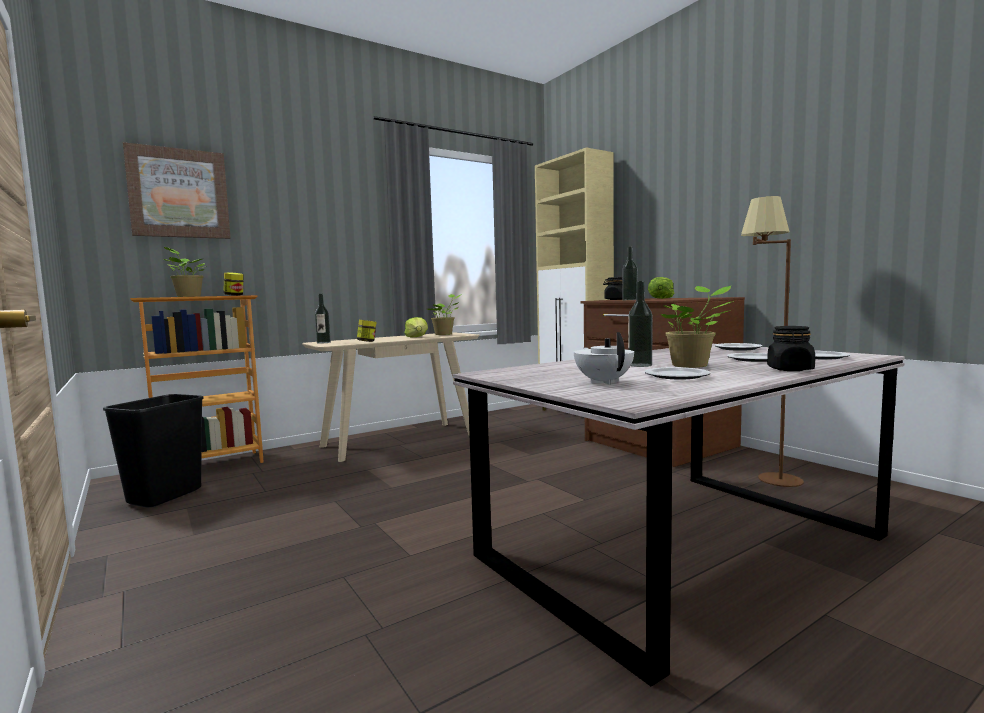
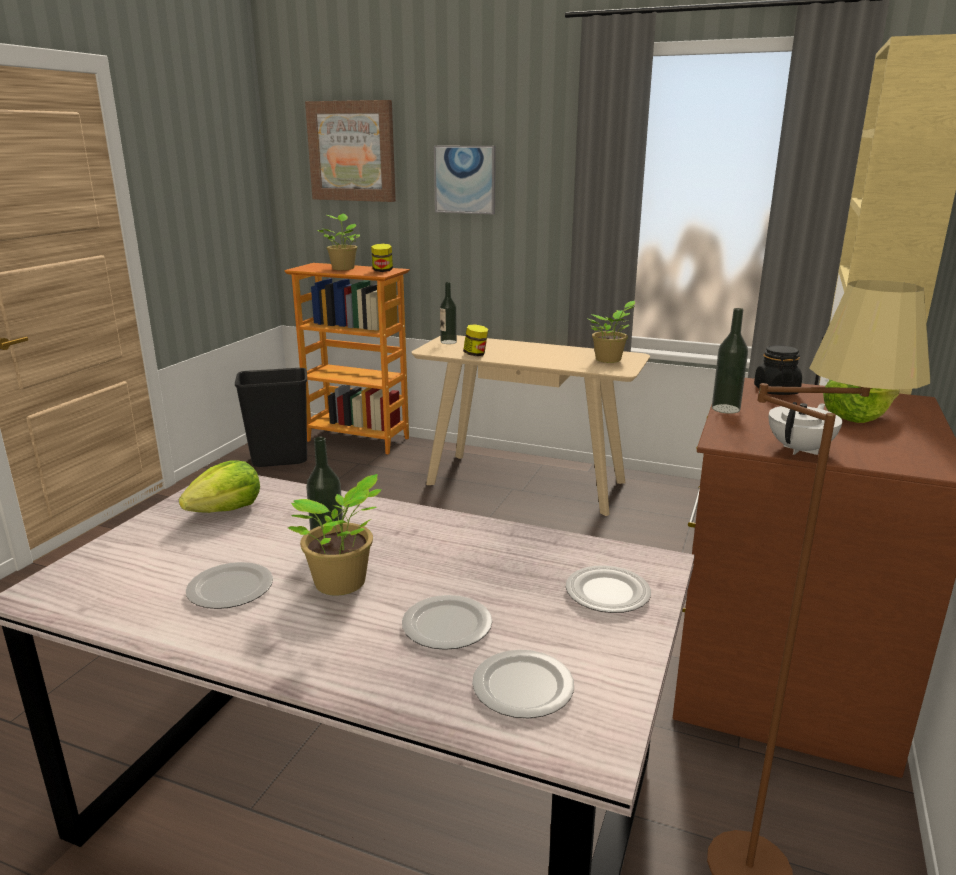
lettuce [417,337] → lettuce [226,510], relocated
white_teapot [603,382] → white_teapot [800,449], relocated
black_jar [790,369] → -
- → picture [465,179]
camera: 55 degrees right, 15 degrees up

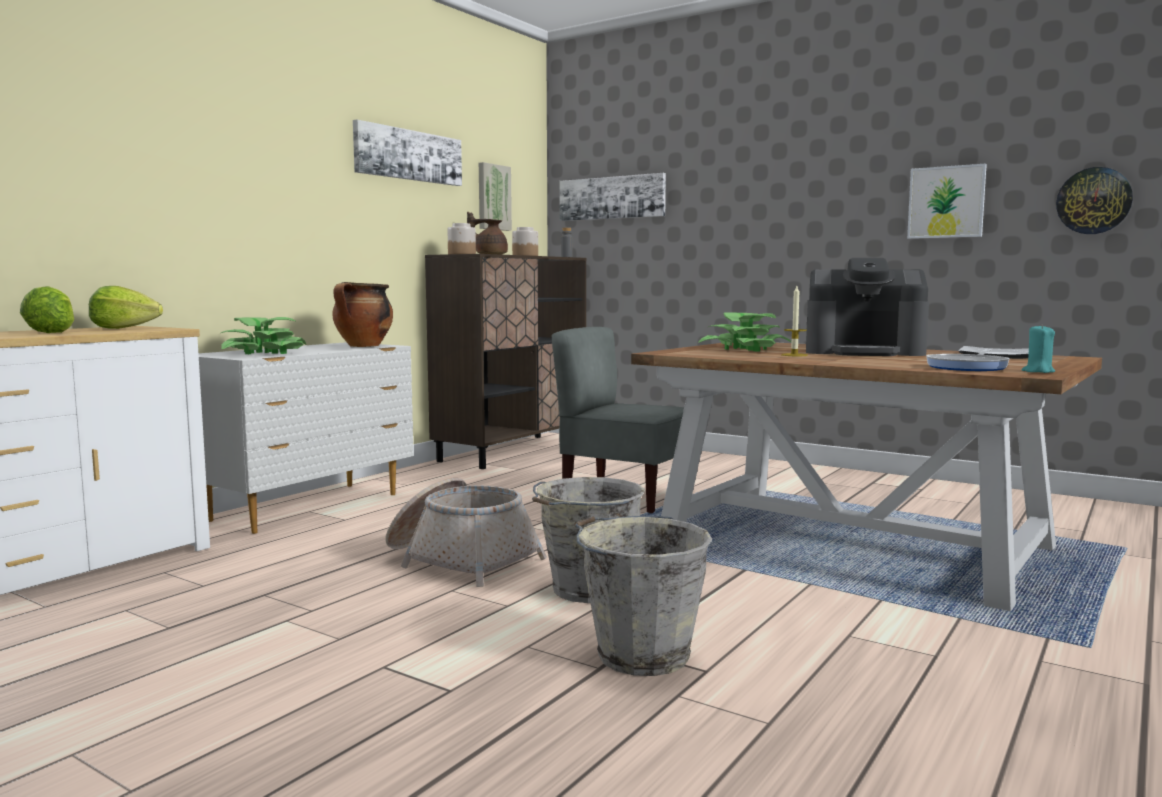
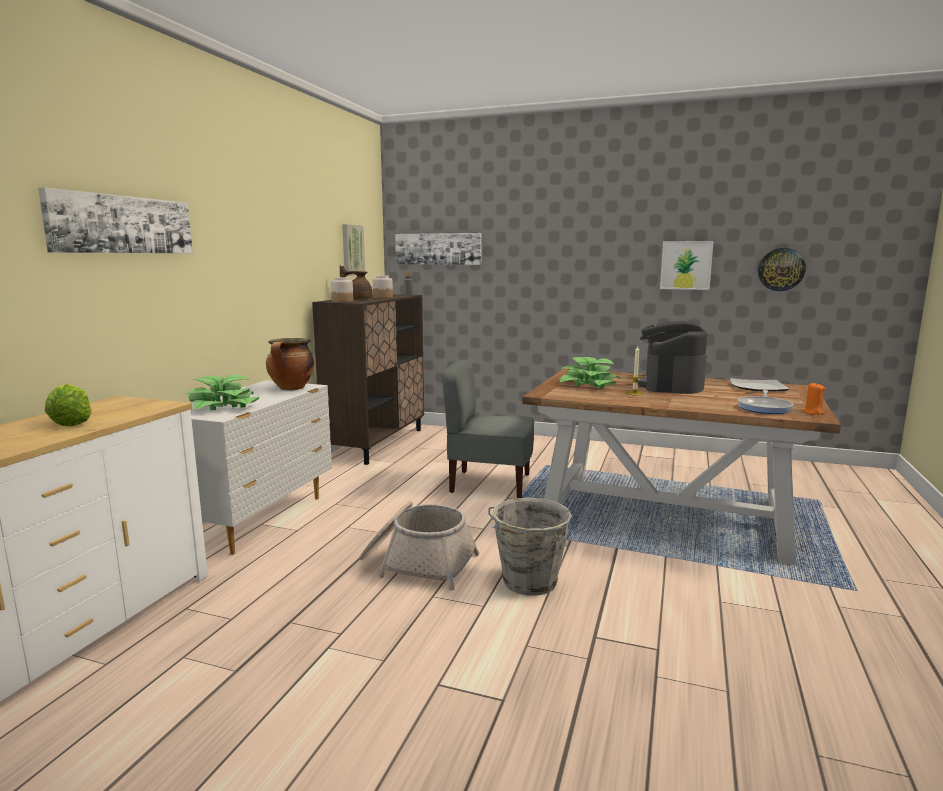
lettuce [123,328] → -
picture [408,155] → picture [122,224], relocated
grey_bucket [640,654] → -
coffee_machine [864,352] → coffee_machine [670,385], 105 degrees clockwise
turquoise_candle [1038,371] → orange_candle [812,412]
camera: 15 degrees left, 5 degrees up

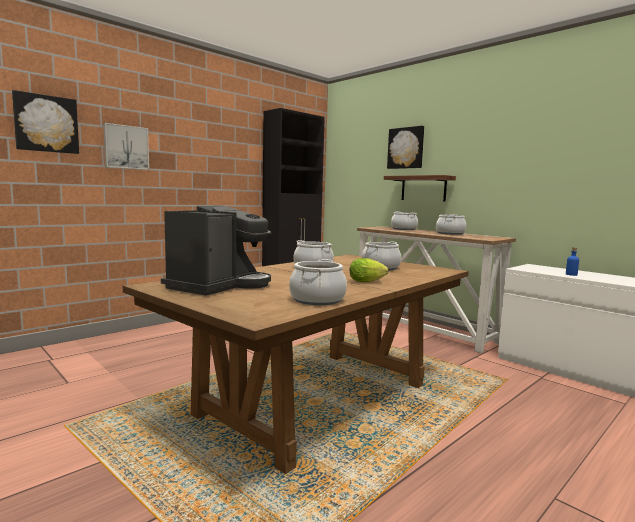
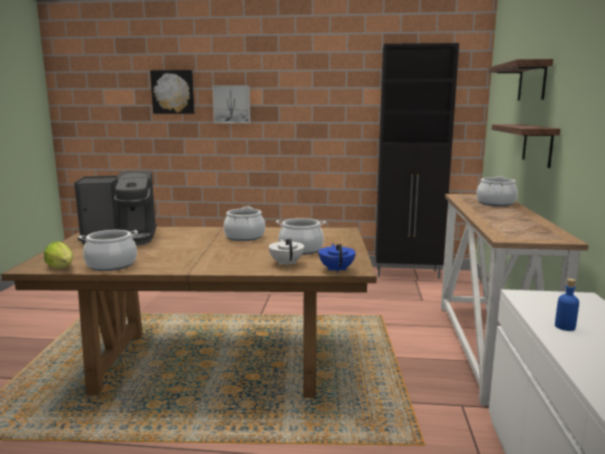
lettuce [368,282] → lettuce [62,268], relocated
picture [406,148] → shelf [532,81]
cooking_pot [450,233] → -
- → white_teapot [286,263]
- → blue_teapot [337,269]
camera: 50 degrees right, 5 degrees up

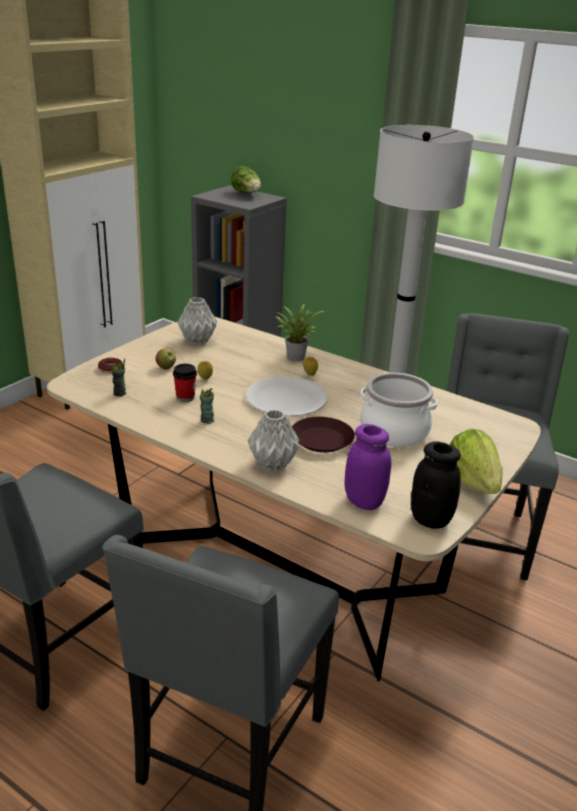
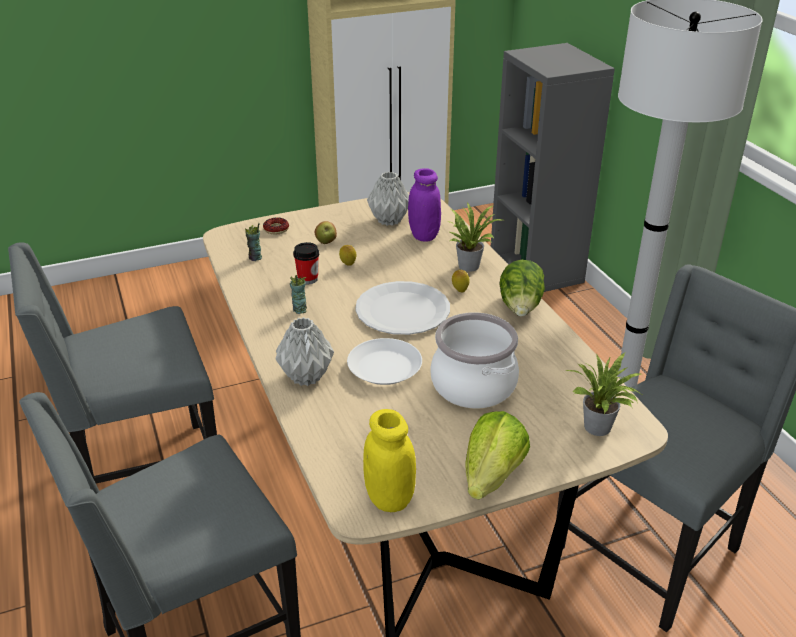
lettuce [247,194] → lettuce [521,307], relocated
brown_plate [322,440] → white_plate [384,368]
purple_jar [364,501] → purple_jar [424,235], relocated
black_jar [430,520] → yellow_jar [389,499]
- → potted_plant [599,429]
camera: 35 degrees right, 5 degrees up

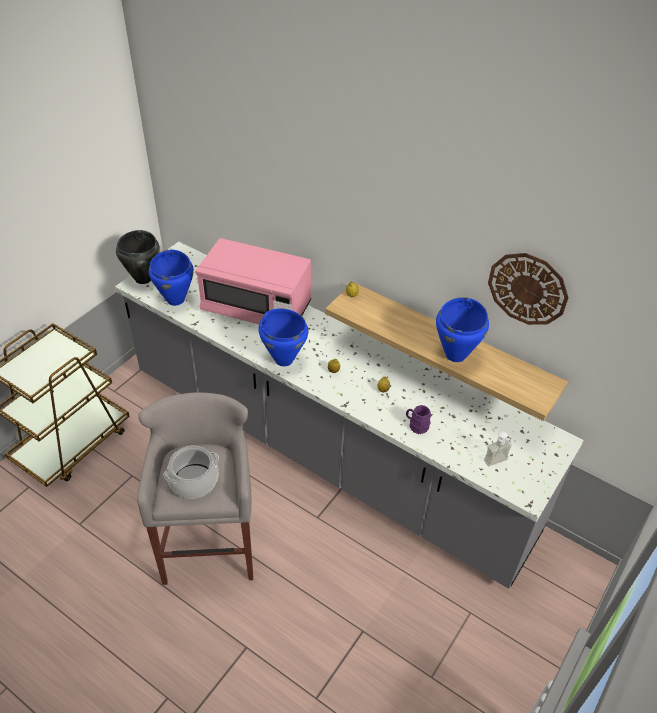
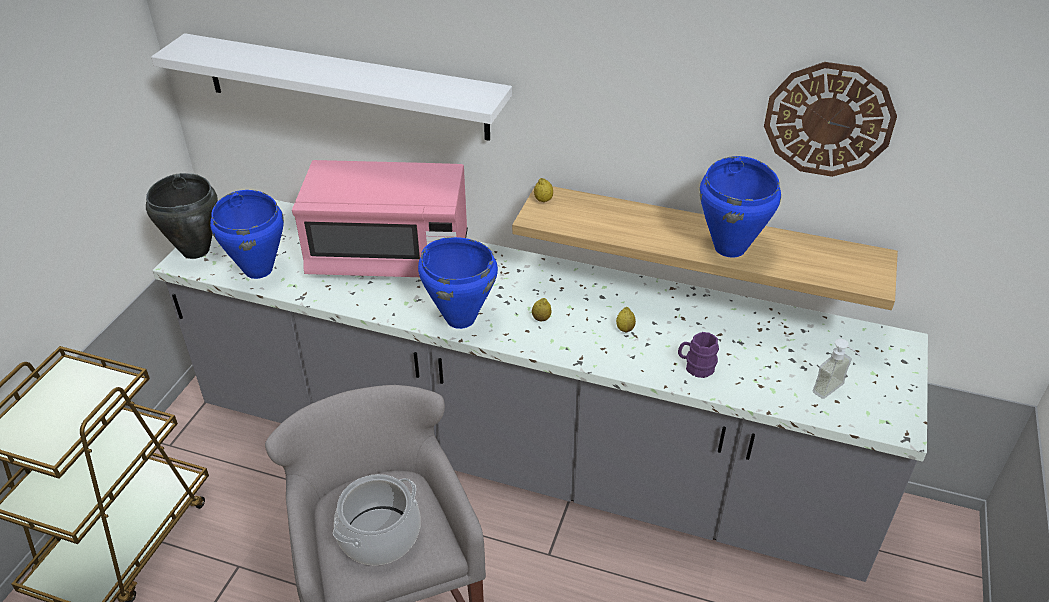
- → white_shelf [344,86]
camera: 15 degrees left, 5 degrees down

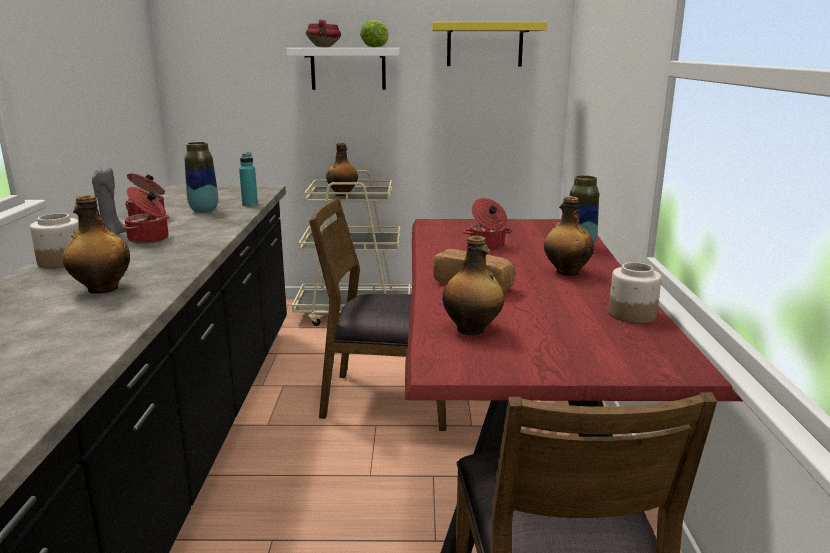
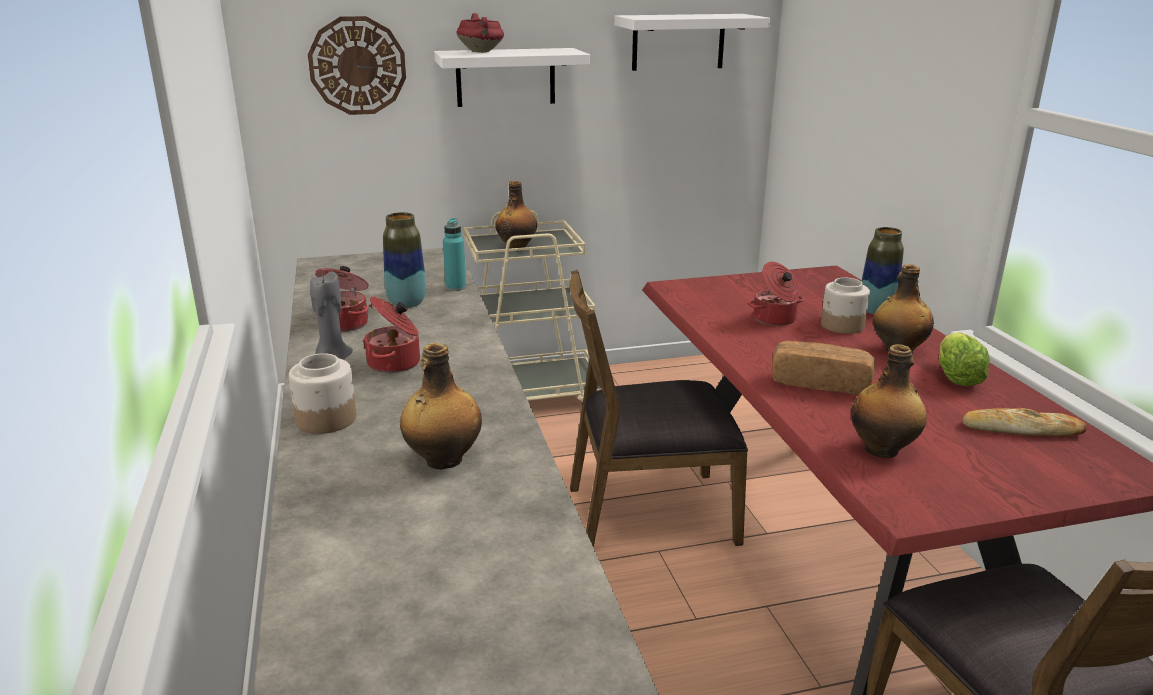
lettuce [375,47] → lettuce [956,378], relocated
yellow_shelf [484,45] → white_shelf [678,42]
jar [631,314] → jar [842,326], relocated
- → wall_clock [357,66]
- → bread [1021,429]
camera: 15 degrees left, 5 degrees up

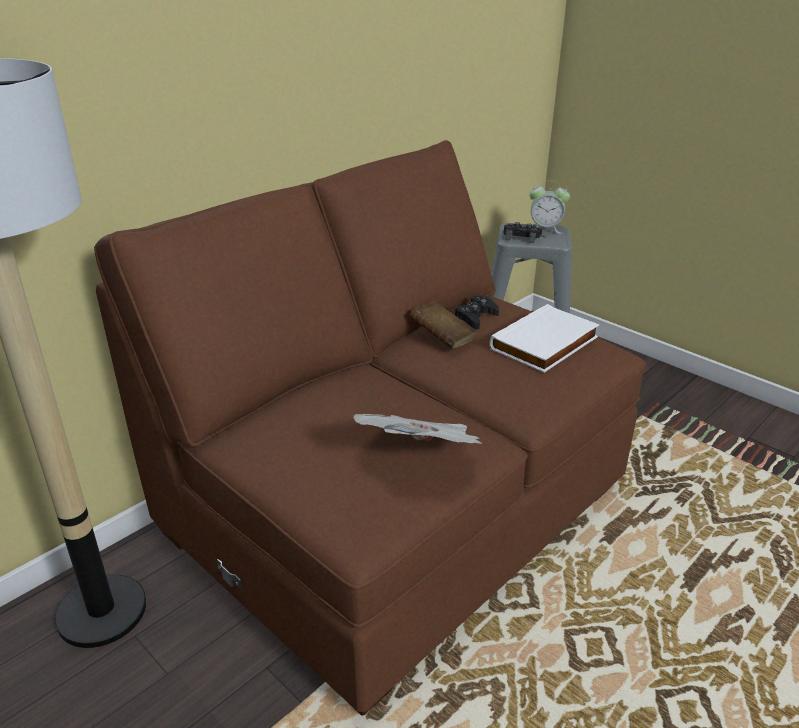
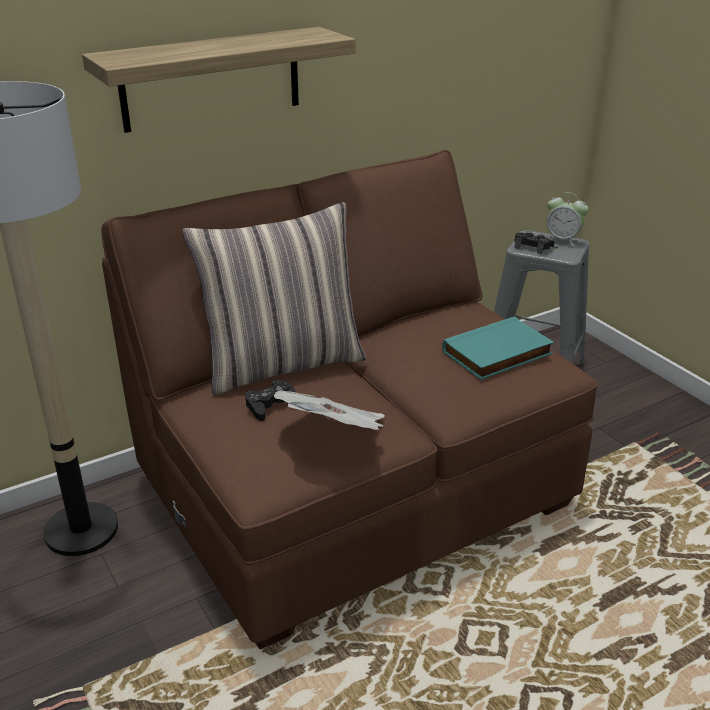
brown_book [442,339] → -
black_game_controller [475,317] → black_game_controller [271,405], relocated
white_book [545,344] → turquoise_book [498,354]
- → shelf [211,79]
- → pillow [283,363]
camera: 15 degrees right, 0 degrees up

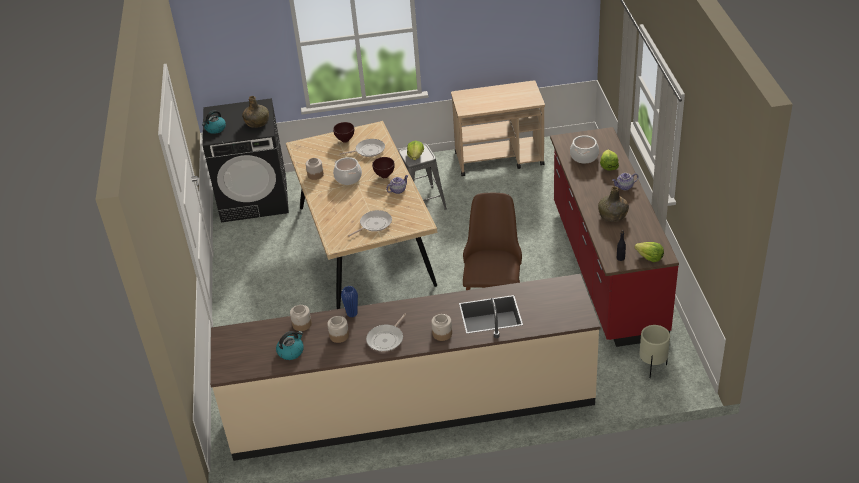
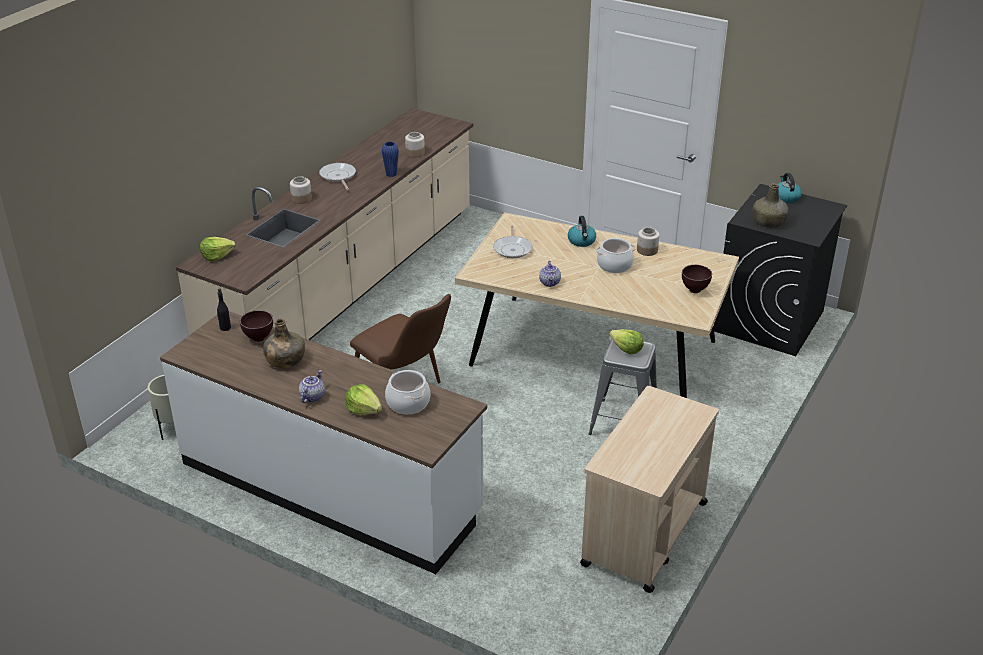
kettle [291,351] → kettle [582,241], relocated
jar [339,335] → -
frying_pan [368,150] → -
brown_bowl [384,176] → brown_bowl [258,338], relocated
red_counter [605,269] → white_counter [330,488]
lettuce [649,257] → lettuce [217,256], relocated
camera: 125 degrees right, 5 degrees down

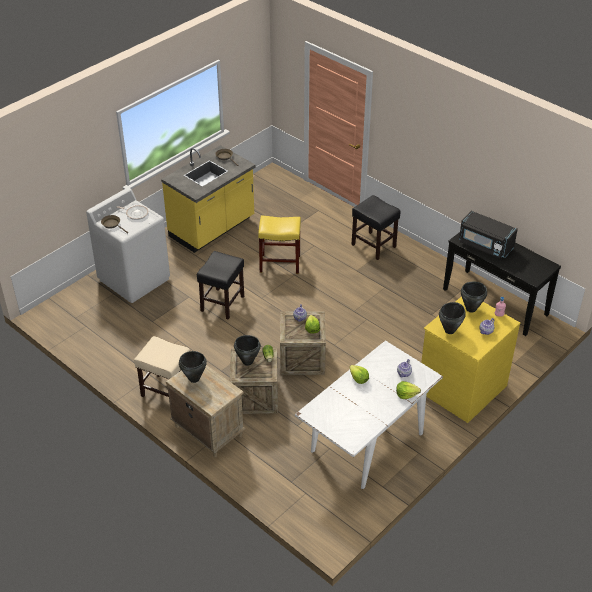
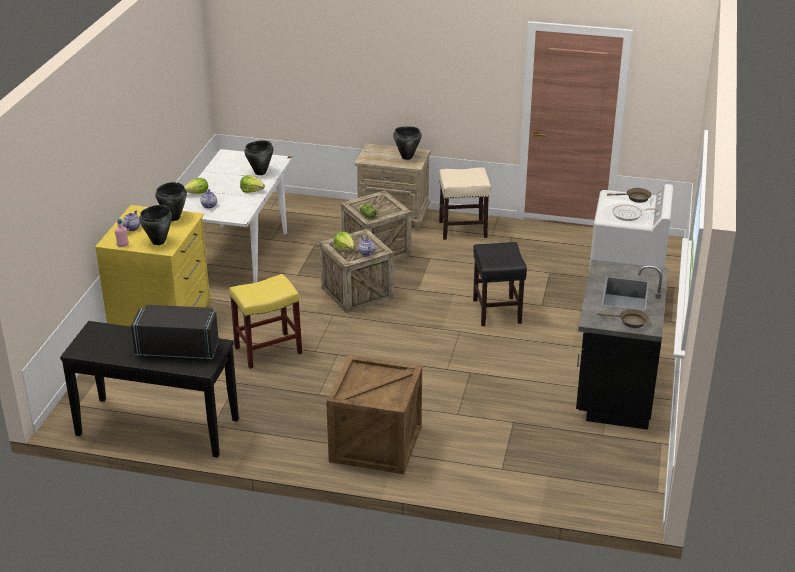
yellow_counter [212,228] → black_counter [614,387]
black_cooking_pot [247,361] → black_cooking_pot [260,172], relocated
yellow_stool [279,264] → yellow_stool [268,350], relocated
black_stool [374,246] → crate [374,444]
camera: 150 degrees right, 10 degrees down

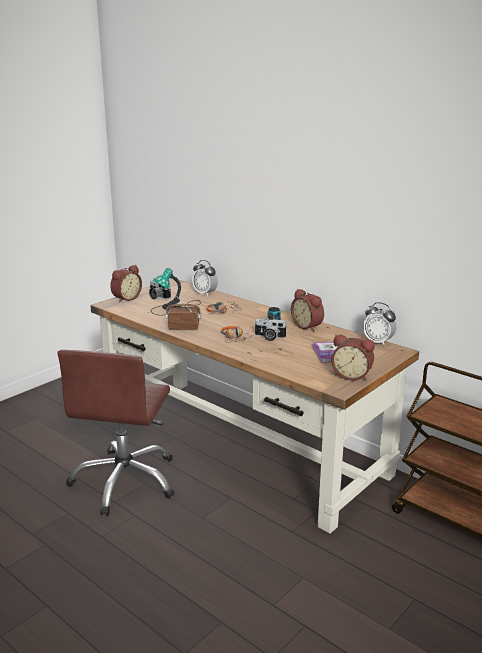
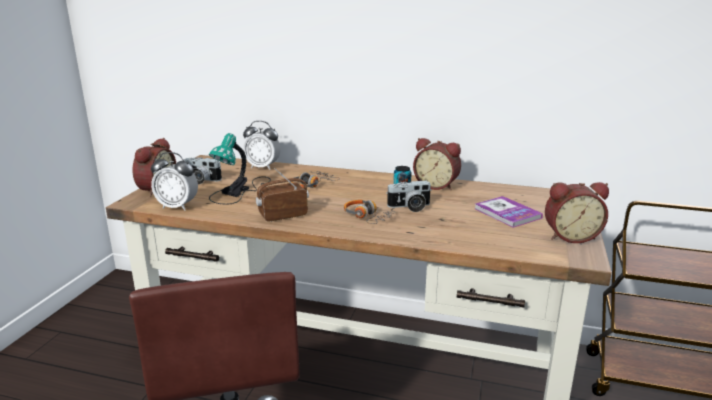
alarm_clock [378,342] → alarm_clock [177,207], relocated
camera: 25 degrees left, 0 degrees up

